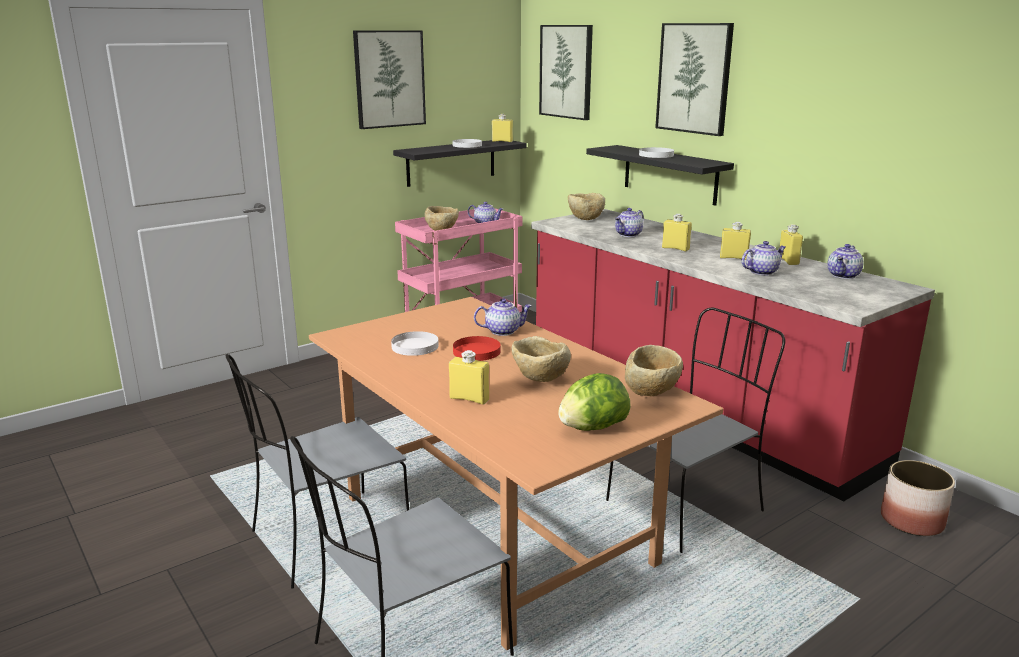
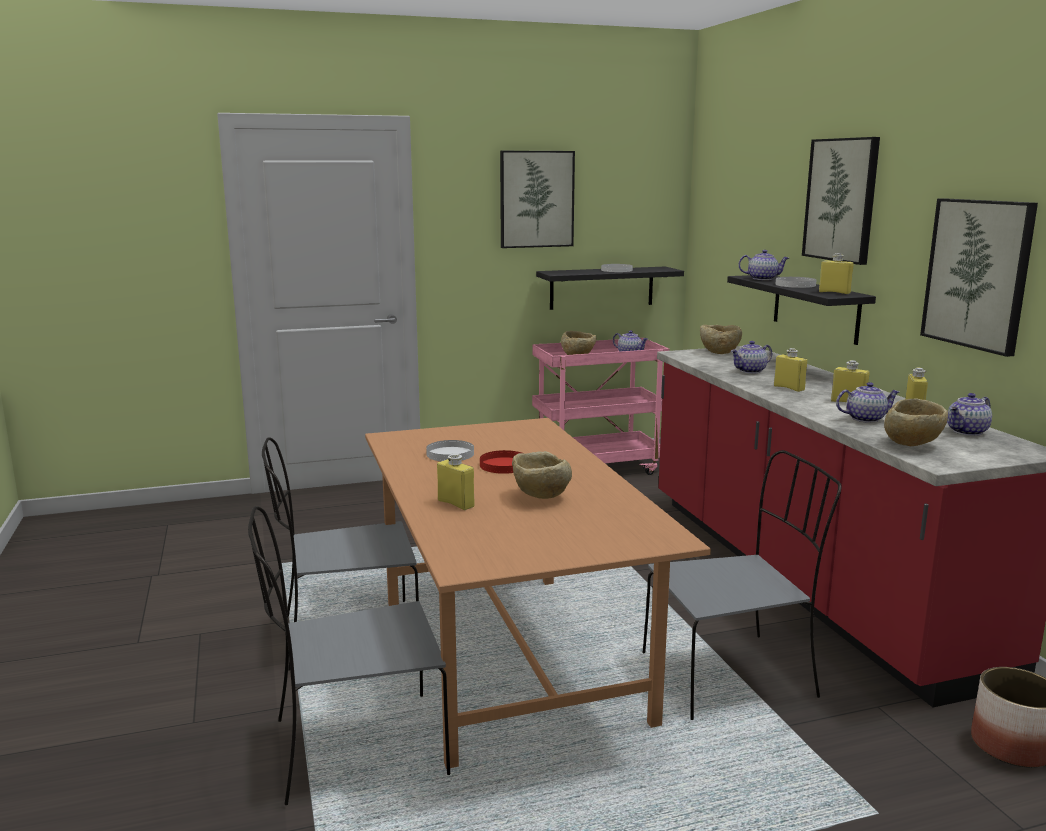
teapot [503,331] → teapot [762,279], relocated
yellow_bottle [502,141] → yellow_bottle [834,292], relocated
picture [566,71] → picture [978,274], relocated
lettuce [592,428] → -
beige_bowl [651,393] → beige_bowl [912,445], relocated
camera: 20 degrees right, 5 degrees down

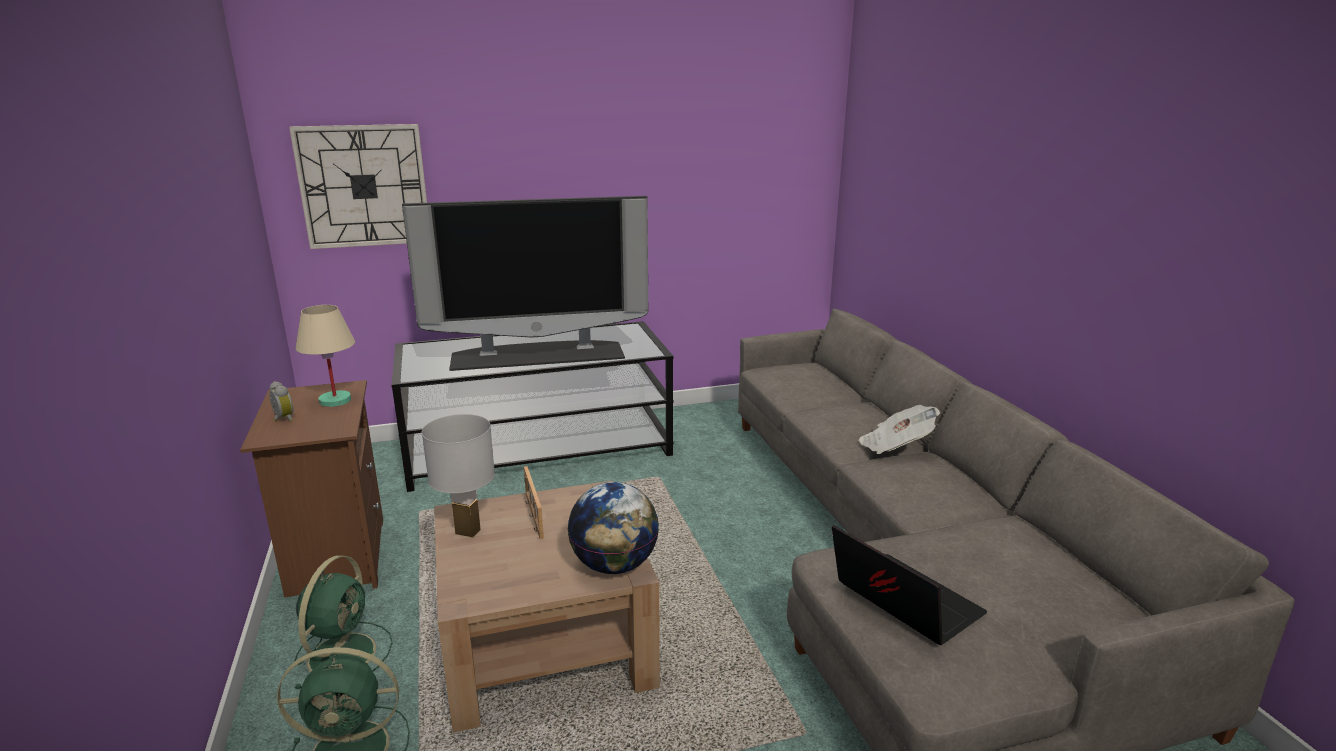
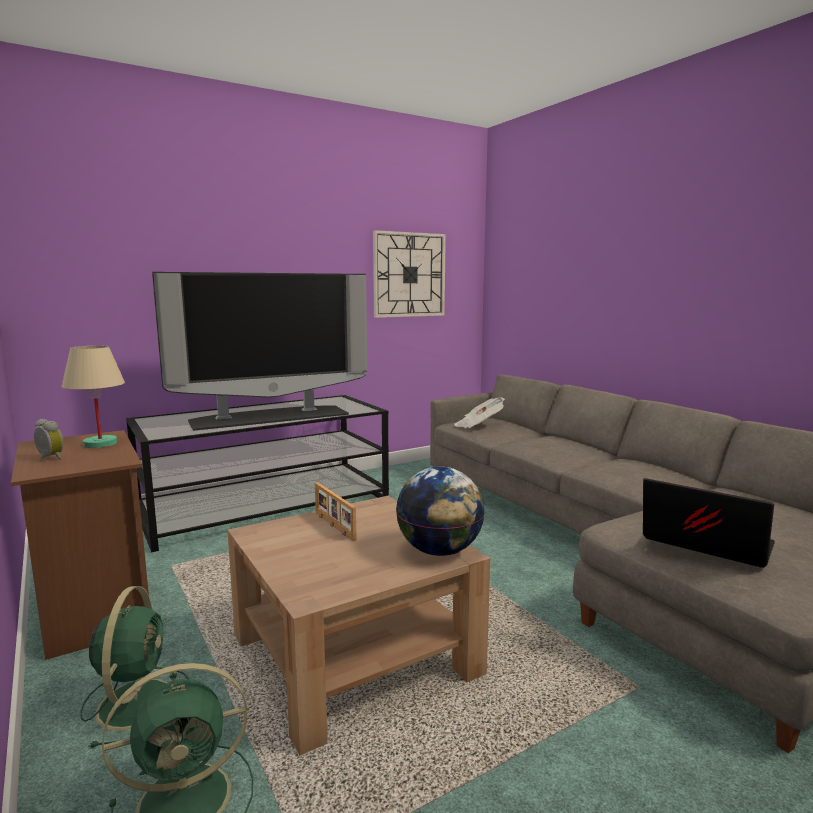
wall_clock [364,186] → wall_clock [409,275], relocated
white_table_lamp [467,532] → -
newspaper [896,446] → newspaper [479,426], relocated
camera: 15 degrees left, 10 degrees down

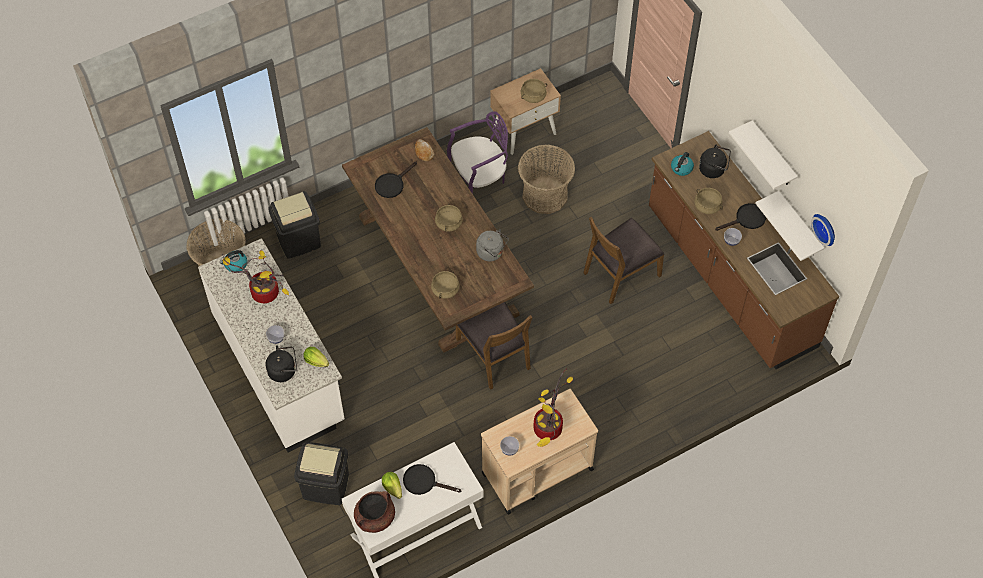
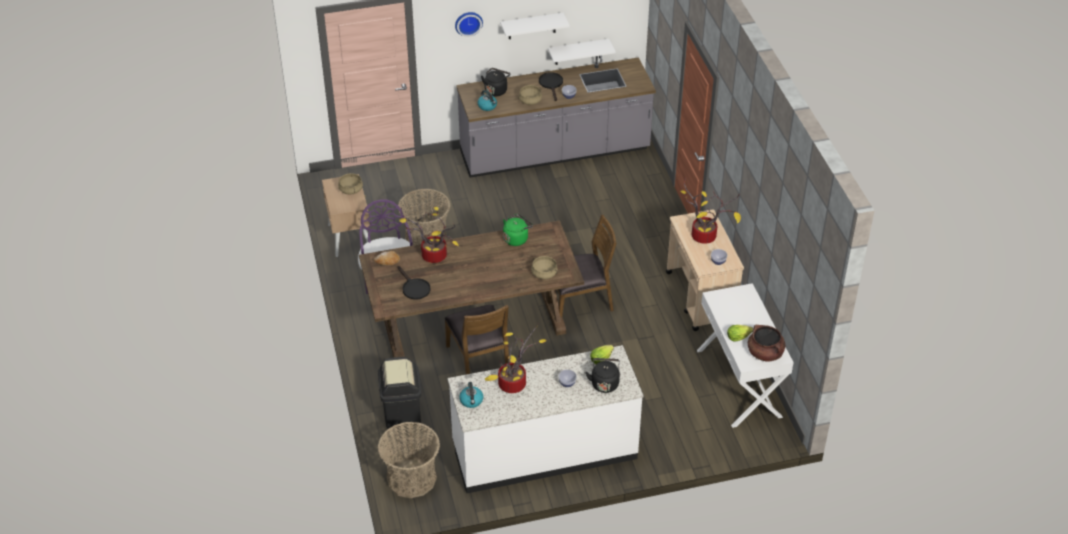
black_trash_can [325,486] → -
black_frying_pan [424,481] → -
beige_cooking_pot [448,223] → -
grey_kettle [491,253] → green_kettle [516,238]
brown_chair [620,273] → brown_chair [479,360], relocated
brown_counter [729,278] → grey_counter [555,153]
wall_clock [825,228] → wall_clock [468,22], relocated
- → potted_plant [431,256]
camera: 75 degrees left, 15 degrees down

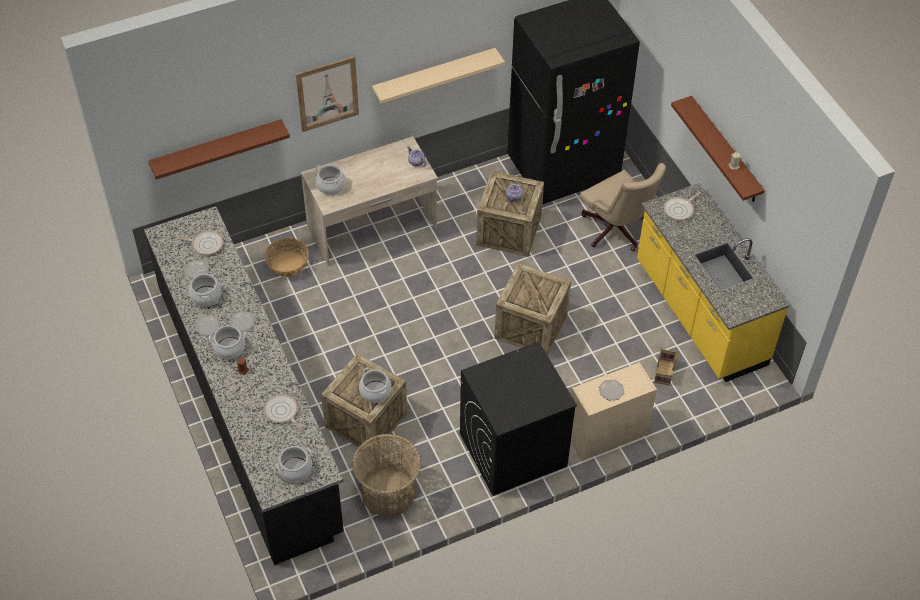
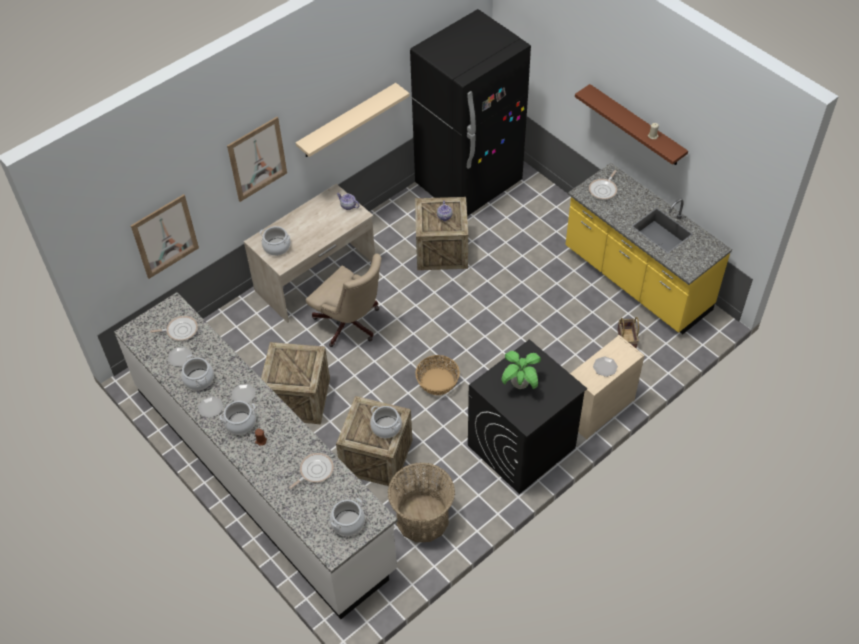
black_counter [249,408] → white_counter [262,475]
brown_shelf [217,149] → picture [165,236]
frying_pan [282,412] → frying_pan [314,471], 105 degrees clockwise
basket [287,264] → basket [437,381], relocated
crate [531,326] → crate [298,398], relocated
beige_office_chair [617,231] → beige_office_chair [350,325], relocated
- → potted_plant [520,385]
camera: 15 degrees left, 0 degrees up

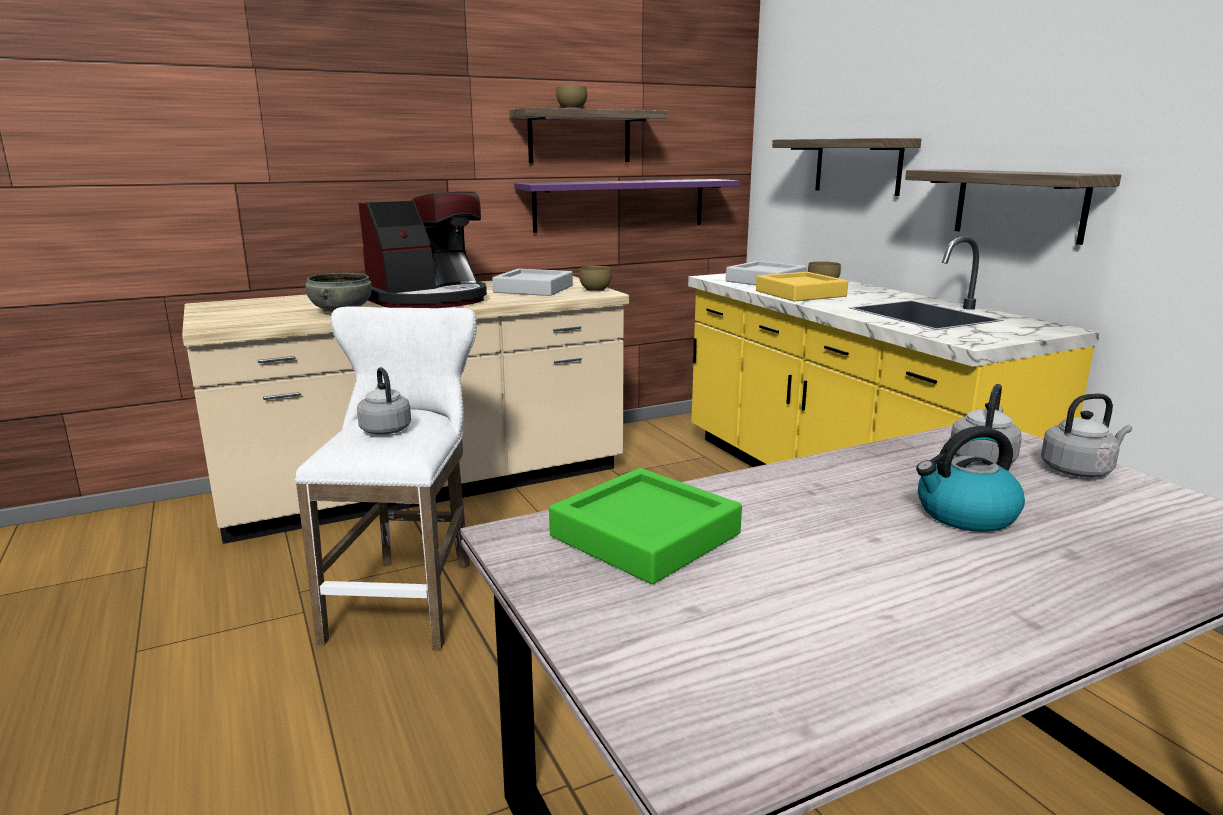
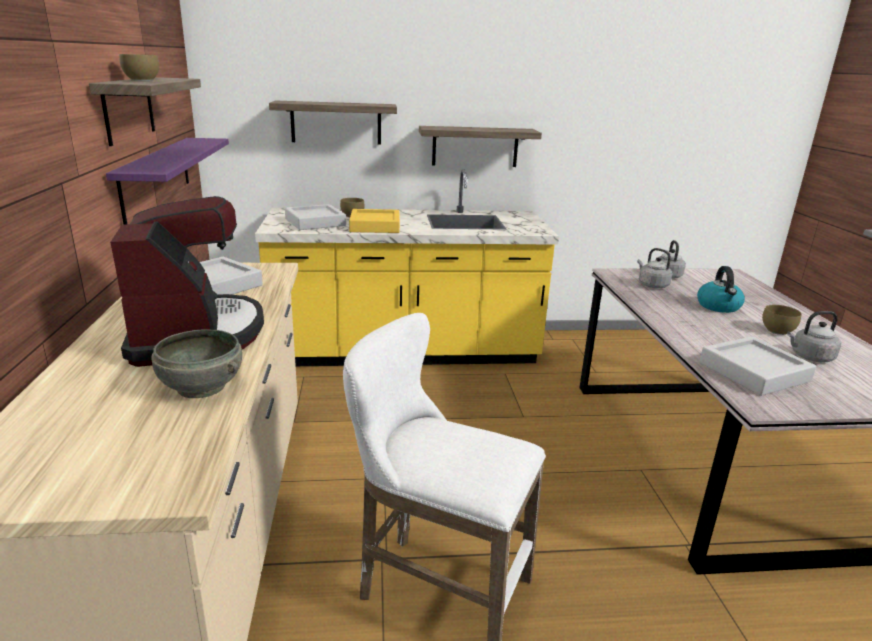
grey_kettle [385,429] → grey_kettle [809,357], relocated
green_tray [645,535] → grey_tray [753,372]
brown_bowl [596,290] → brown_bowl [776,330], relocated
camera: 70 degrees left, 5 degrees up

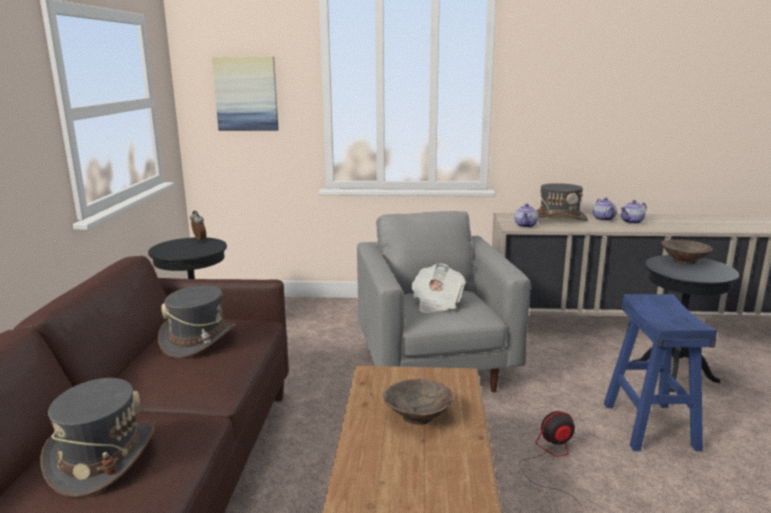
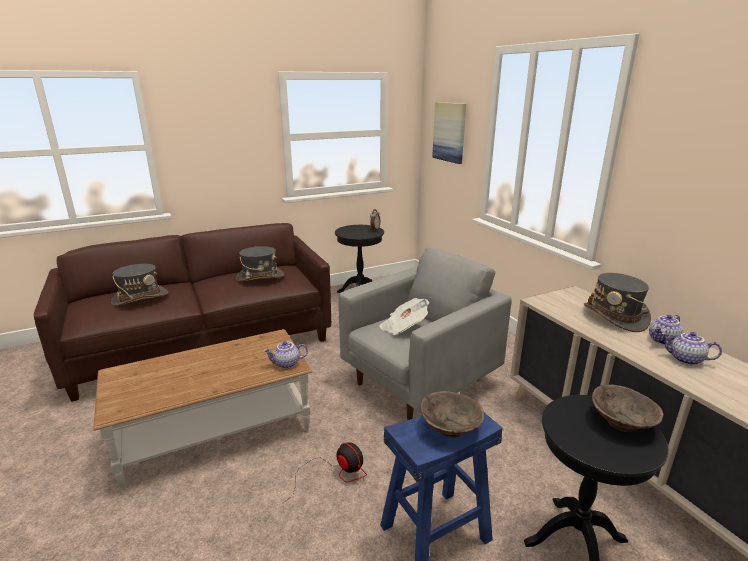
brown_bowl [417,417] → brown_bowl [449,428], relocated
teapot [526,226] → teapot [286,364], relocated
camera: 60 degrees right, 5 degrees up

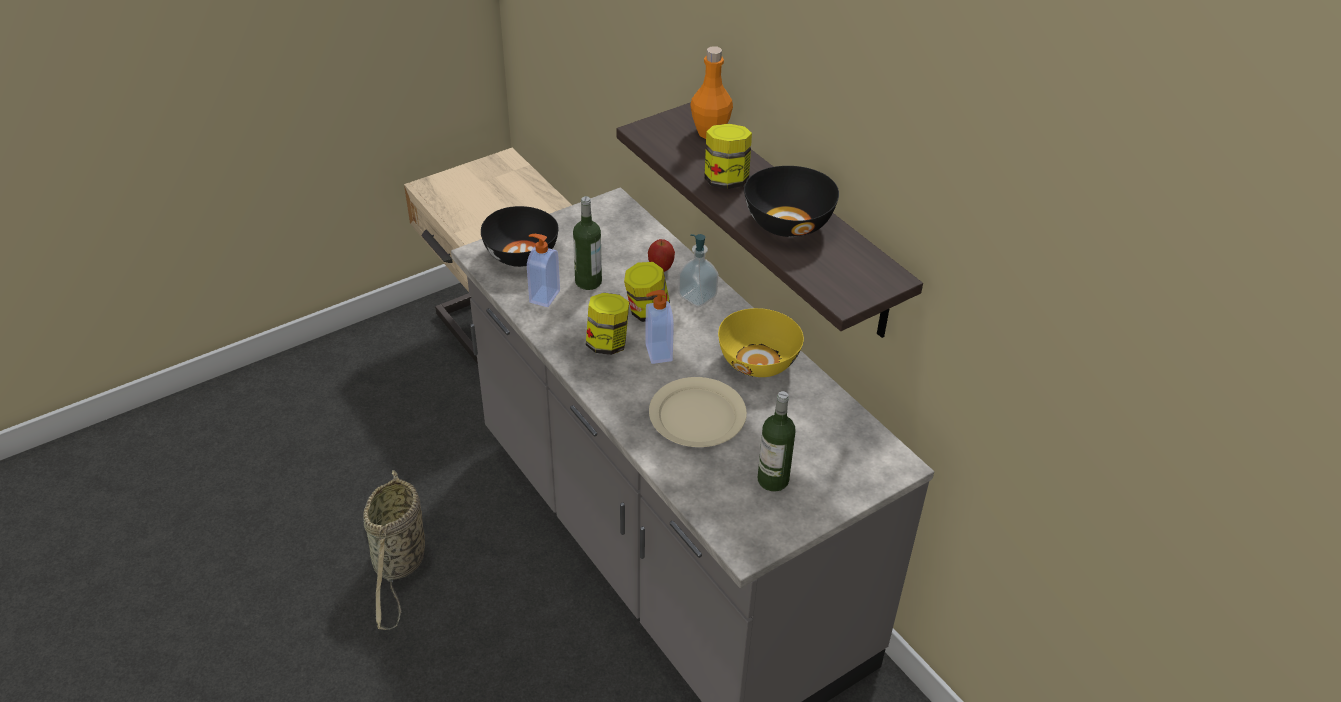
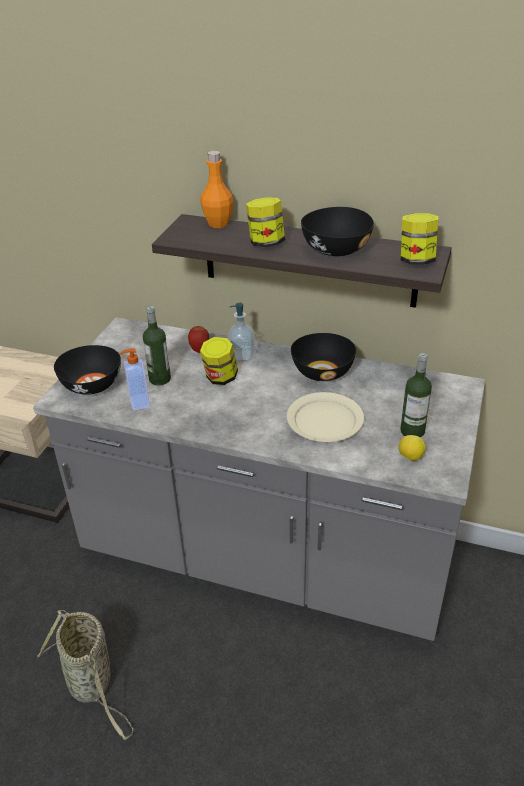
jar [607,344] → jar [416,261], relocated
soap_dispenser [657,353] → -
yellow_bowl [759,361] → black_bowl [323,371]
- → lemon [410,457]
camera: 35 degrees left, 5 degrees down

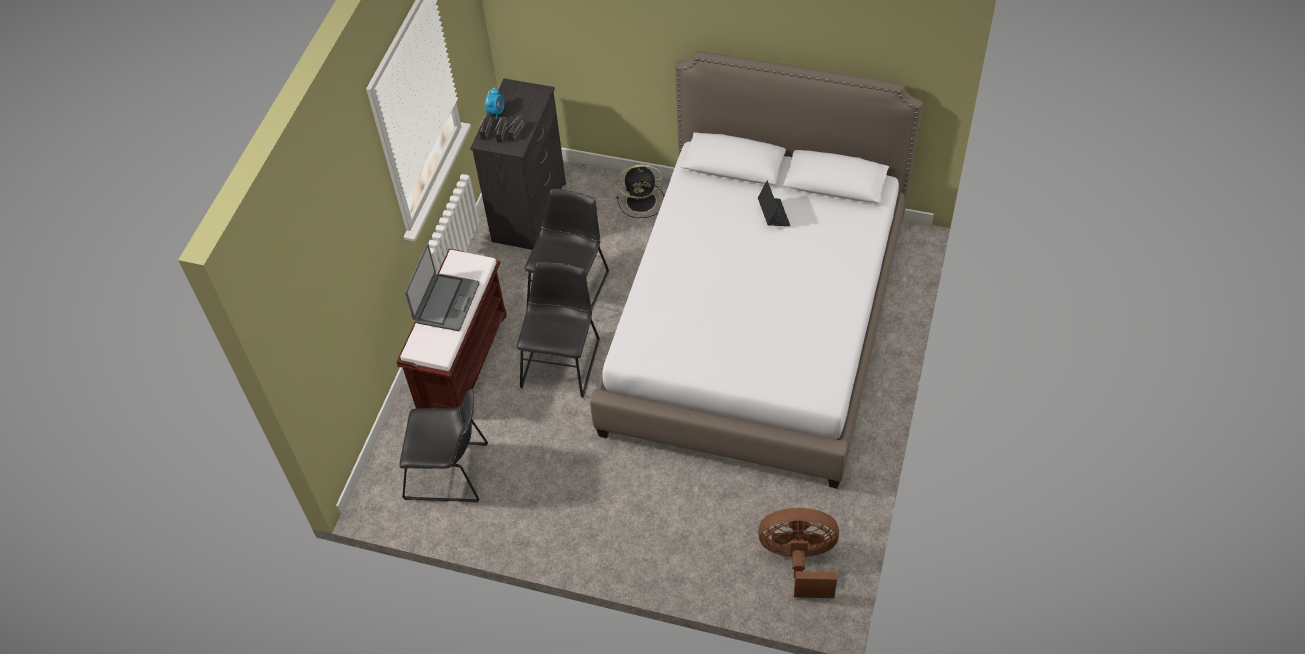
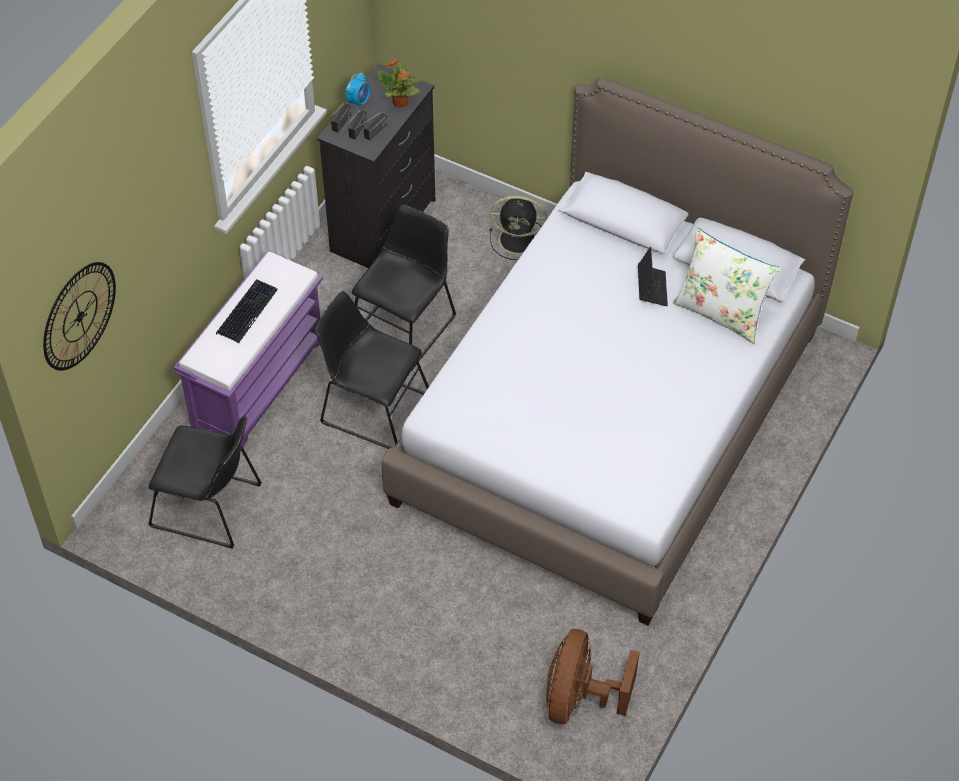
brown_bench [462,360] → purple_bench [258,382]
laptop [446,303] → keyboard [247,312]
black_chair [561,360] → black_chair [372,407], 90 degrees counterclockwise
brown_fan [800,561] → brown_fan [579,698], 90 degrees counterclockwise
- → wall_clock [79,316]
- → potted_plant [400,103]
- → white_pillow [721,312]
camera: 10 degrees right, 0 degrees up

